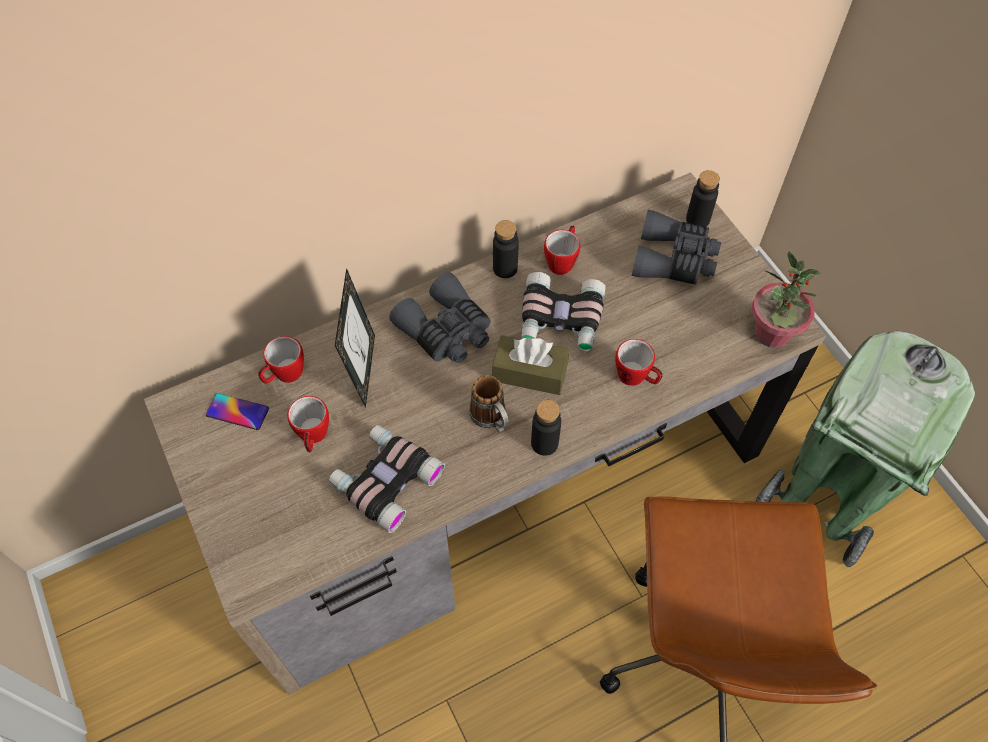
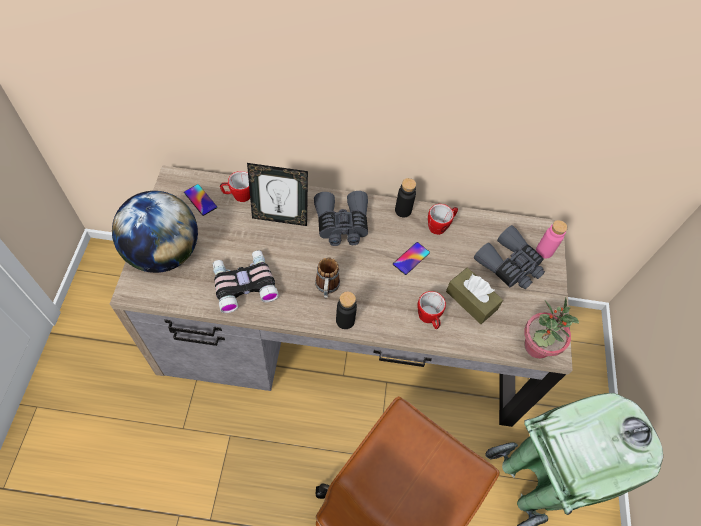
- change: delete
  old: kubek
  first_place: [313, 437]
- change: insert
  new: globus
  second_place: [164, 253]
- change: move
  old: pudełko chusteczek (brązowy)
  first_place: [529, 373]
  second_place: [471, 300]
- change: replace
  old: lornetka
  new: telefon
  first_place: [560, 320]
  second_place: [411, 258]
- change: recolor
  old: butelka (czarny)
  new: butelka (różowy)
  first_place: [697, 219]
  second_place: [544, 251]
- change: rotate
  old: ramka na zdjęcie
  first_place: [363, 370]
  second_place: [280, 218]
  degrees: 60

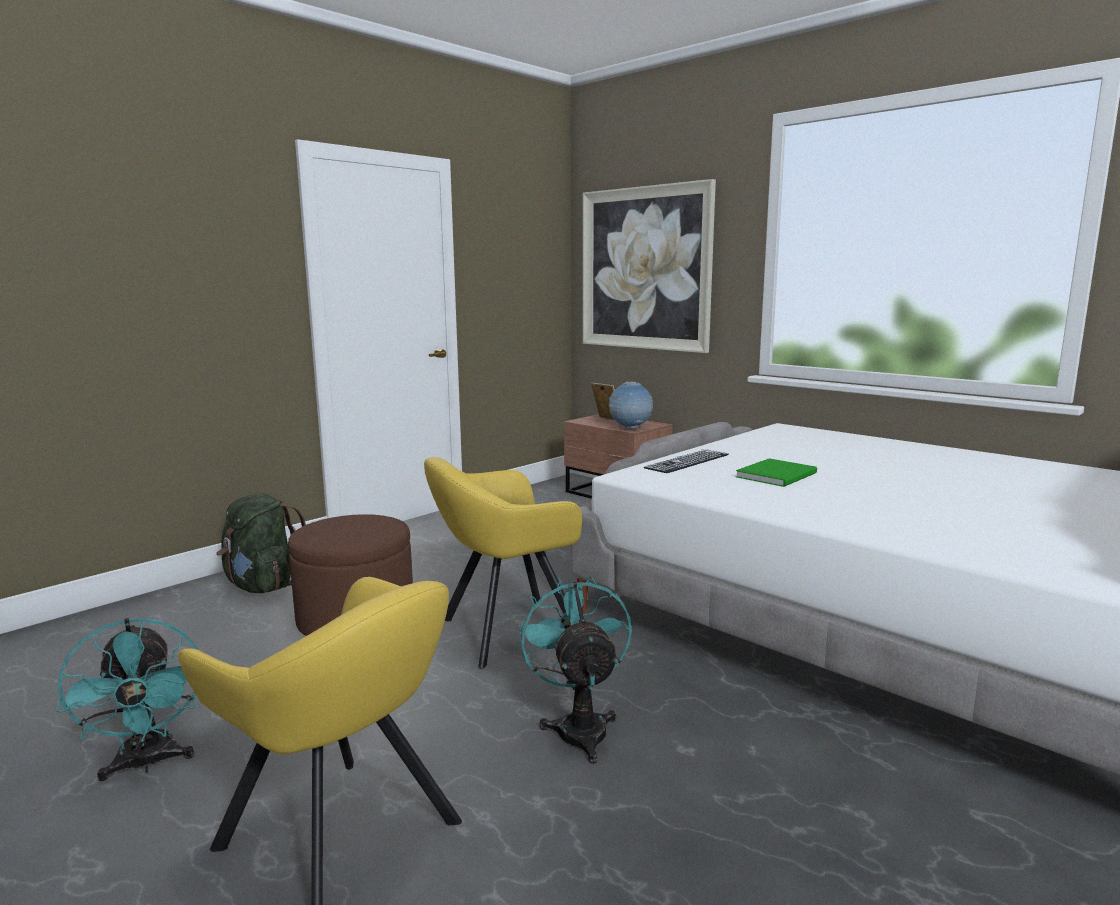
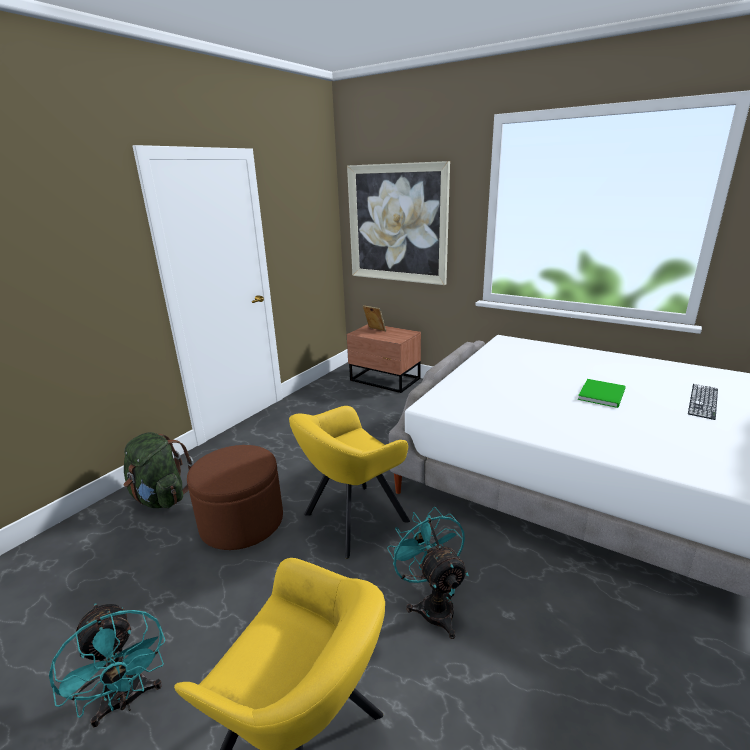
- change: delete
  old: globus
  first_place: [630, 429]
- change: move
  old: klawiatura
  first_place: [687, 461]
  second_place: [703, 401]
- change: move
  old: książka (zielony)
  first_place: [779, 475]
  second_place: [603, 394]

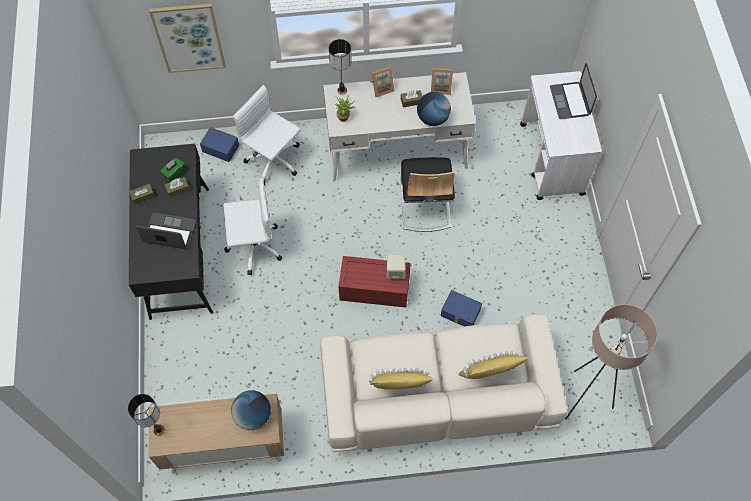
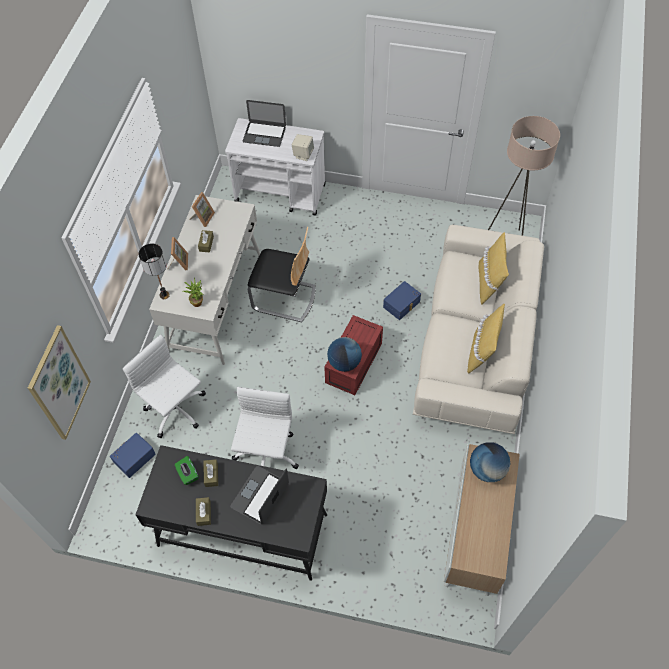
- change: delete
  old: lampa stołowa
  first_place: [158, 430]
- change: move
  old: głośnik (beżowy)
  first_place: [395, 272]
  second_place: [303, 154]
- change: move
  old: globus
  first_place: [433, 118]
  second_place: [344, 362]
- change: rotate
  old: krzesło biurowe (biały)
  first_place: [274, 161]
  second_place: [176, 411]
  degrees: 75

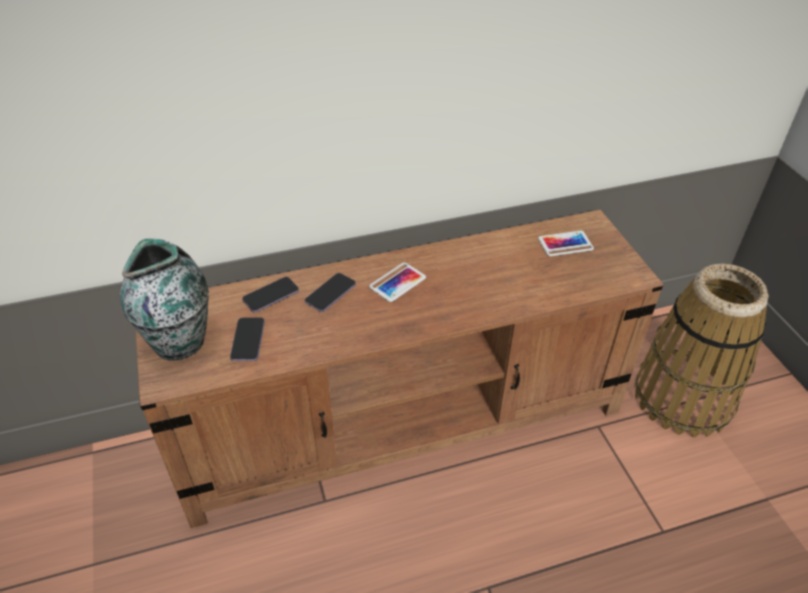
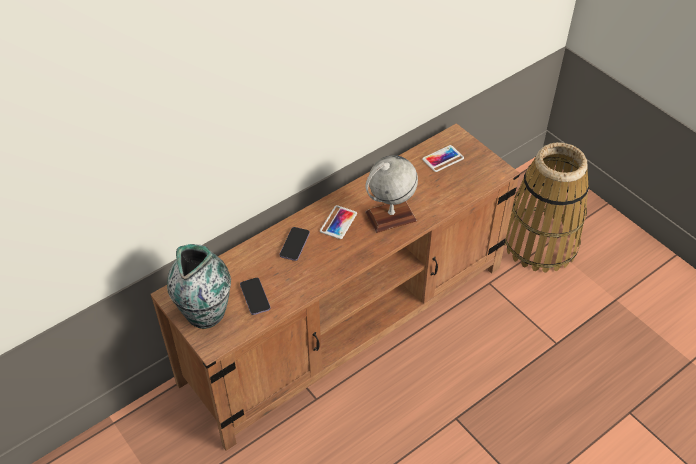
- change: delete
  old: telefon
  first_place: [271, 296]
- change: insert
  new: globus
  second_place: [390, 216]

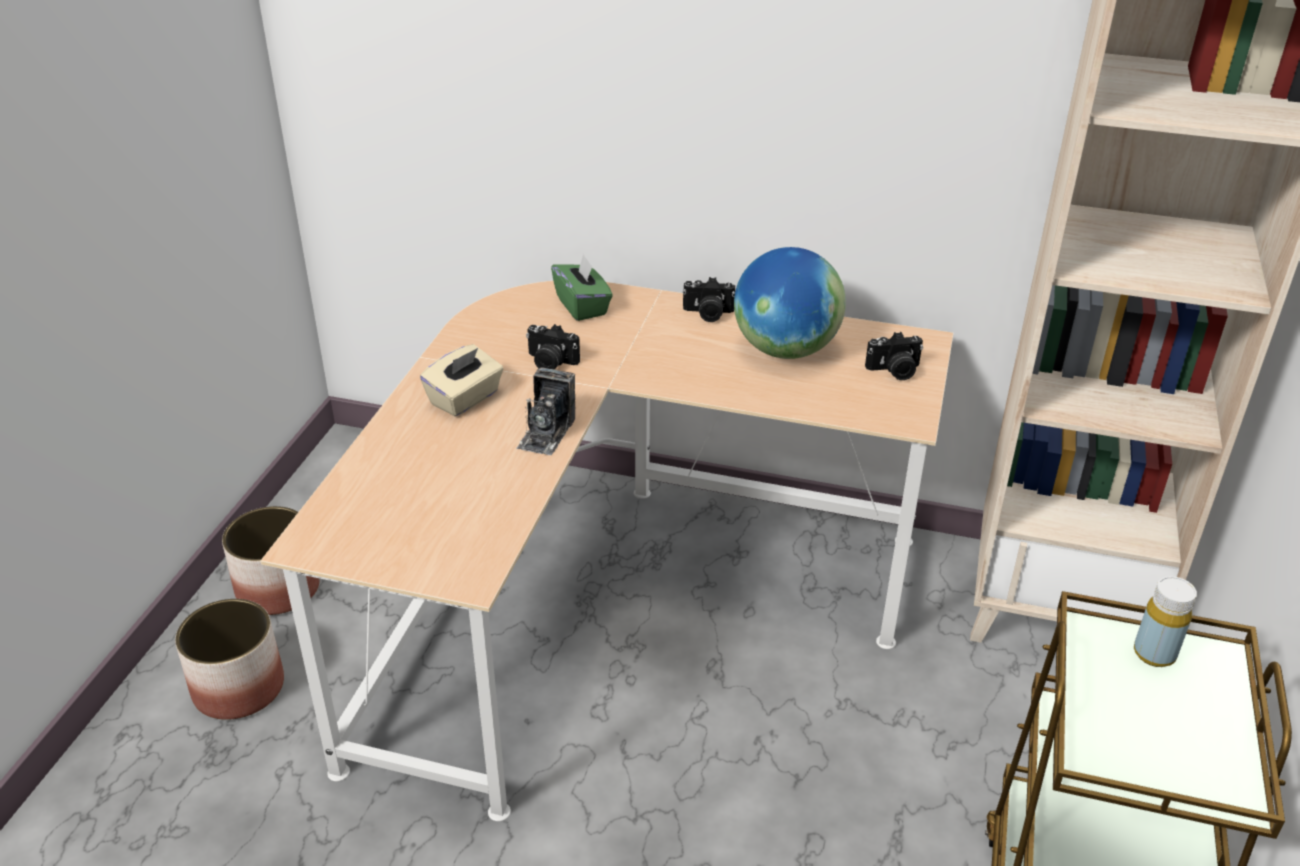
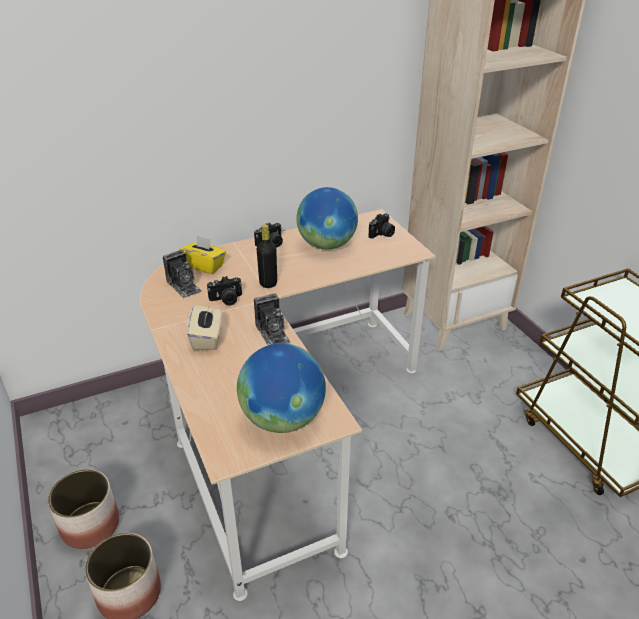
- change: delete
  old: butelka (żółty)
  first_place: [1154, 653]
- change: insert
  new: aparat fotograficzny
  second_place: [184, 286]
- change: insert
  new: globus
  second_place: [282, 419]
- change: insert
  new: butelka (czarny)
  second_place: [268, 283]
- change: recolor
  old: pudełko chusteczek (zielony)
  new: pudełko chusteczek (żółty)
  first_place: [582, 306]
  second_place: [204, 266]

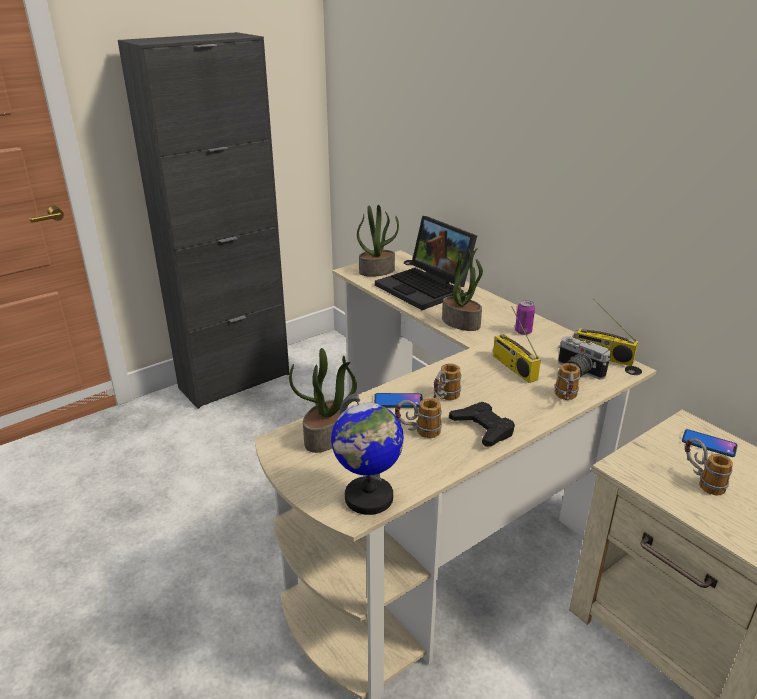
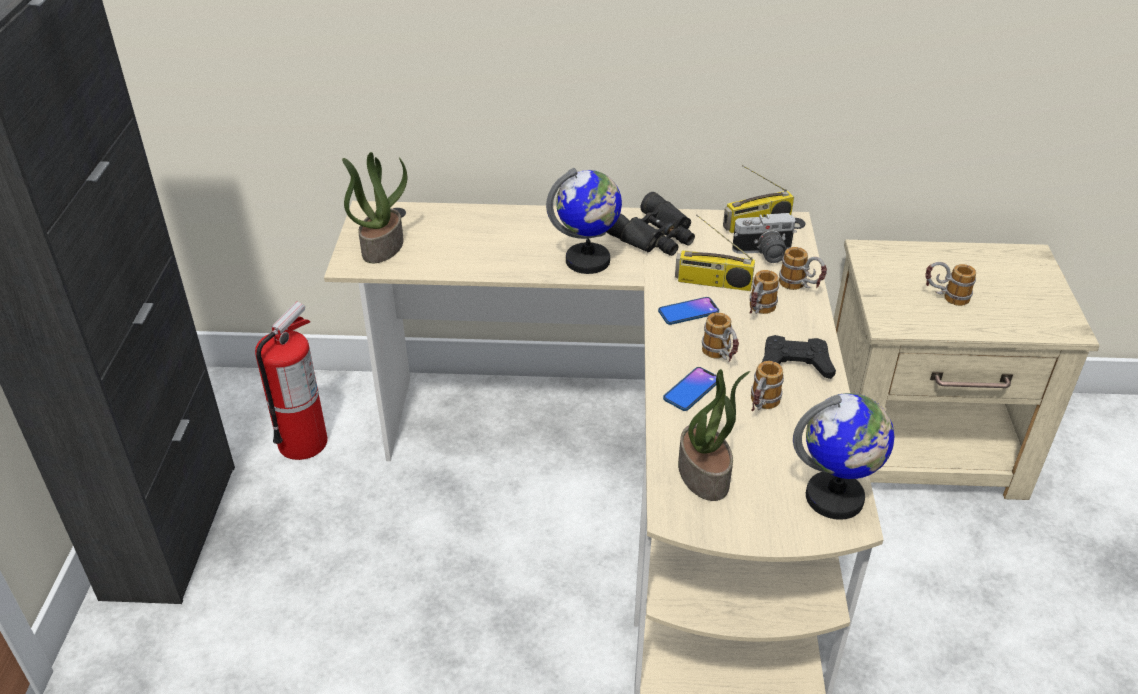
- change: delete
  old: laptop
  first_place: [426, 288]
- change: insert
  new: gaśnica
  second_place: [303, 442]
- change: insert
  new: kubek
  second_place: [758, 313]
- change: move
  old: telefon
  first_place: [708, 444]
  second_place: [688, 312]
- change: replace
  old: roślina doniczkowa
  new: globus
  first_place: [462, 322]
  second_place: [588, 261]
- change: replace
  old: puszka
  new: lornetka (czarny)
  first_place: [523, 331]
  second_place: [655, 236]

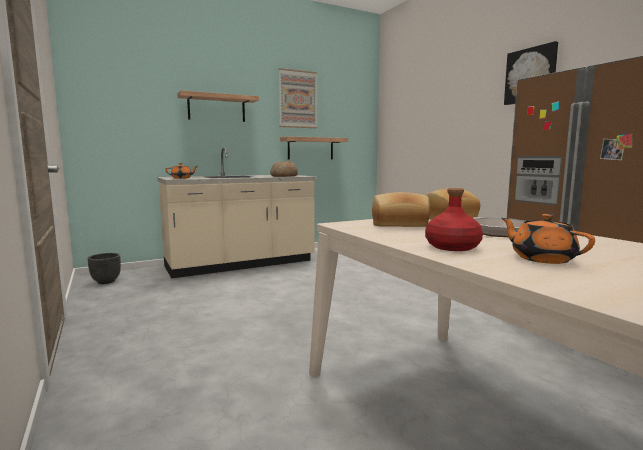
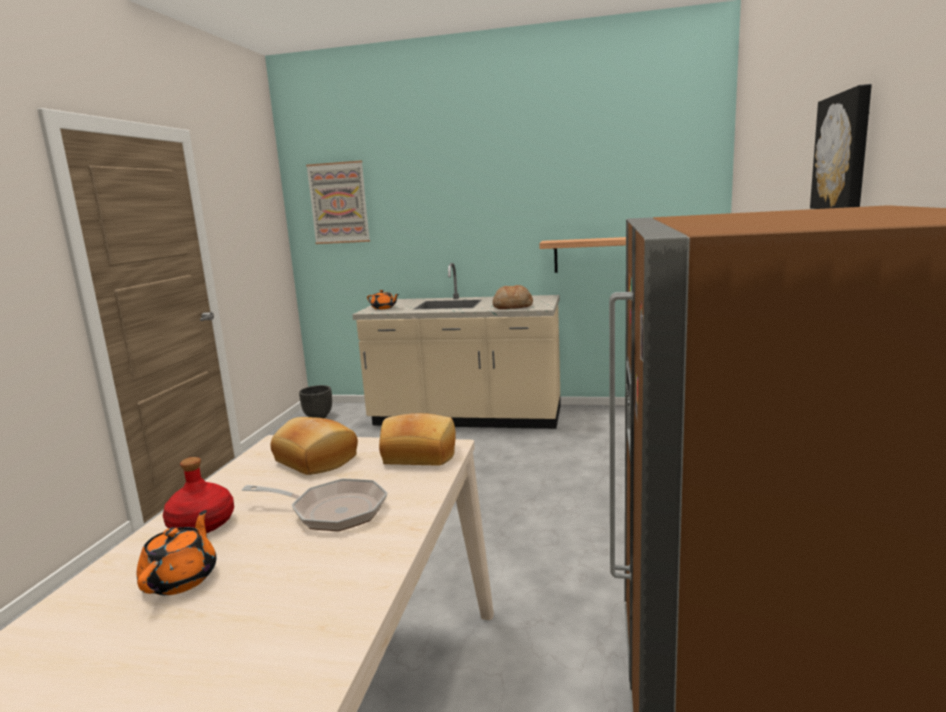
- change: delete
  old: półka
  first_place: [216, 108]
- change: move
  old: obraz
  first_place: [298, 99]
  second_place: [339, 203]

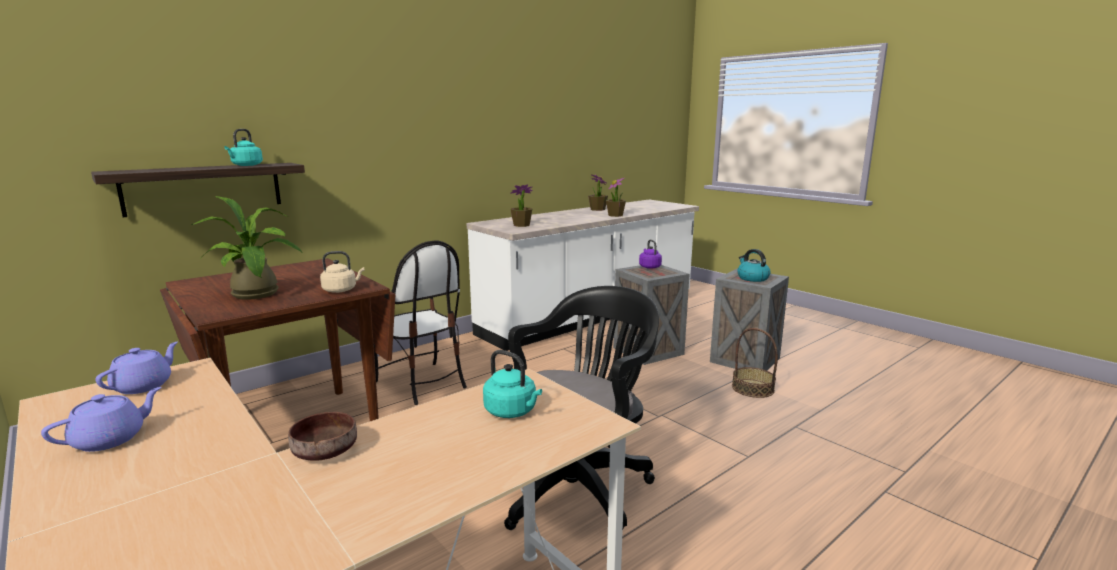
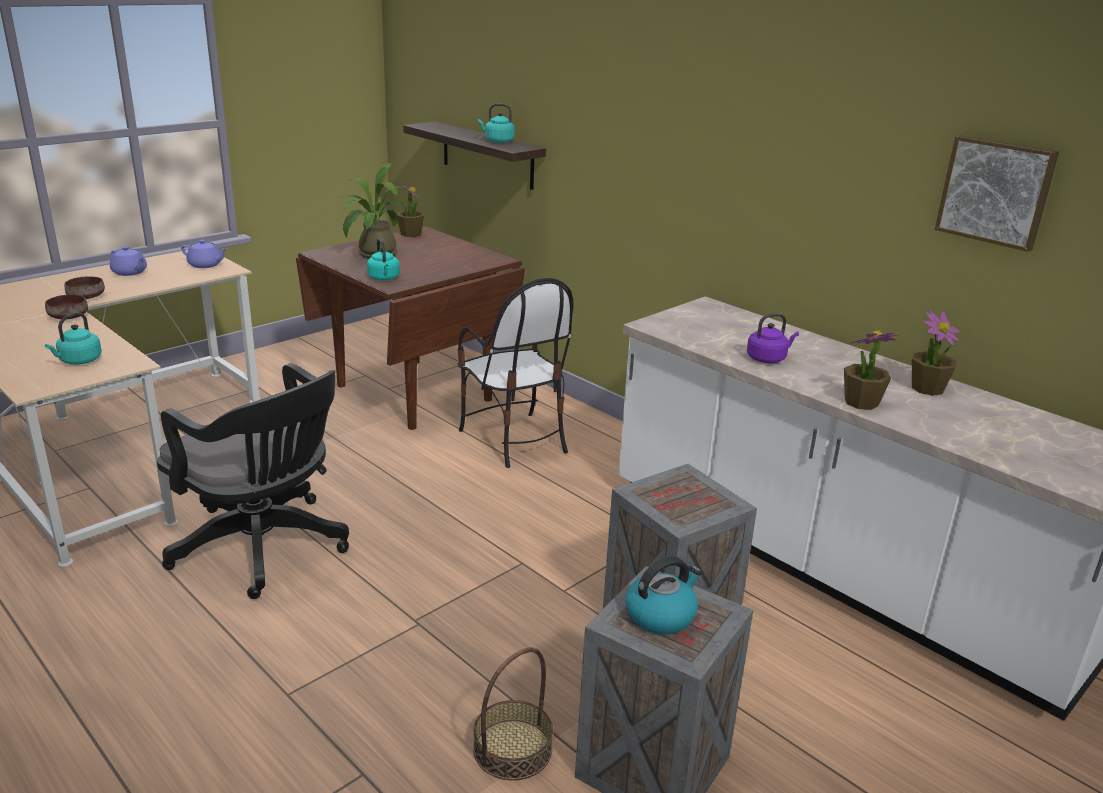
- change: insert
  new: miska (brązowy)
  second_place: [86, 297]
- change: insert
  new: obraz
  second_place: [996, 191]
- change: move
  old: roślina doniczkowa
  first_place: [521, 225]
  second_place: [411, 234]
- change: move
  old: czajnik (fioletowy)
  first_place: [649, 266]
  second_place: [768, 358]
- change: recolor
  old: czajnik (beżowy)
  new: czajnik (turkusowy)
  first_place: [341, 290]
  second_place: [384, 278]
- change: rotate
  old: krzesło
  first_place: [421, 383]
  second_place: [514, 440]
  degrees: -75

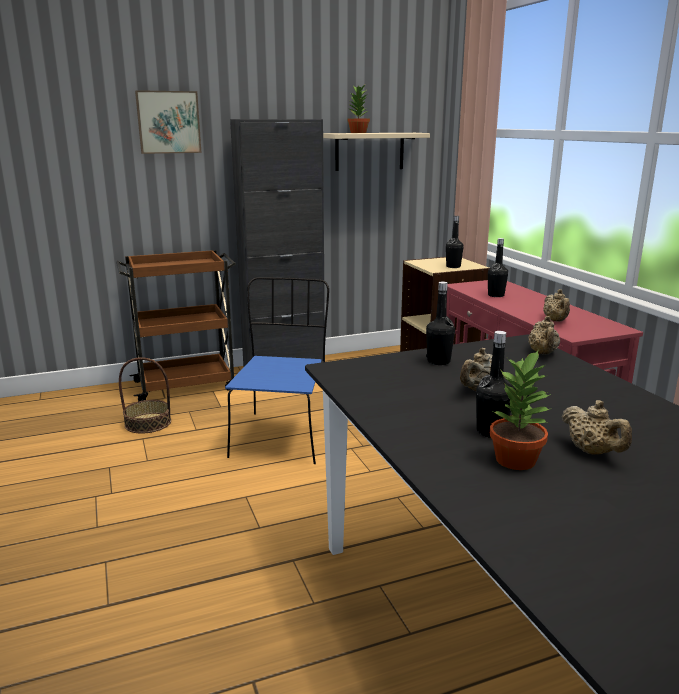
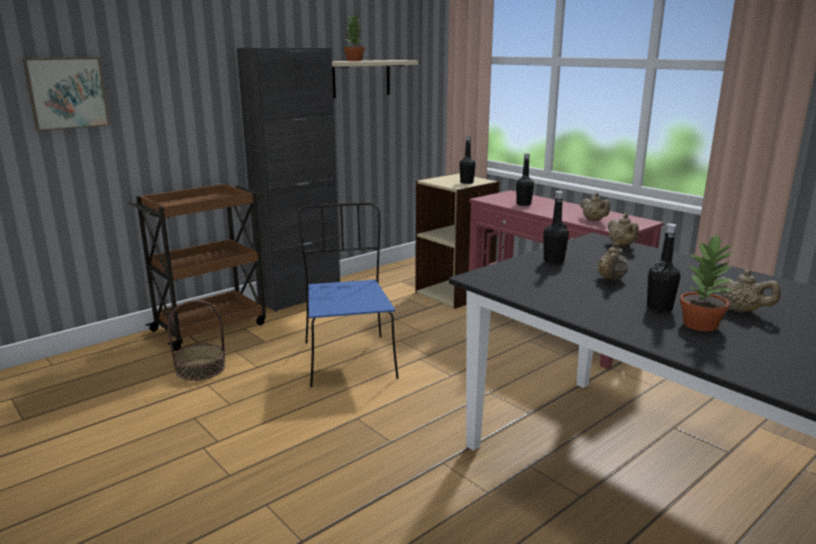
- change: move
  old: obraz
  first_place: [168, 122]
  second_place: [67, 93]

